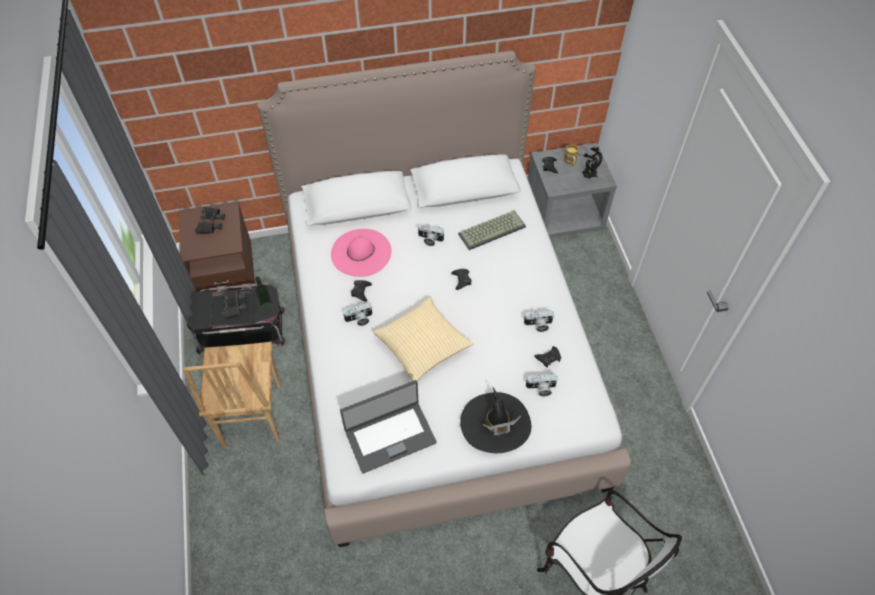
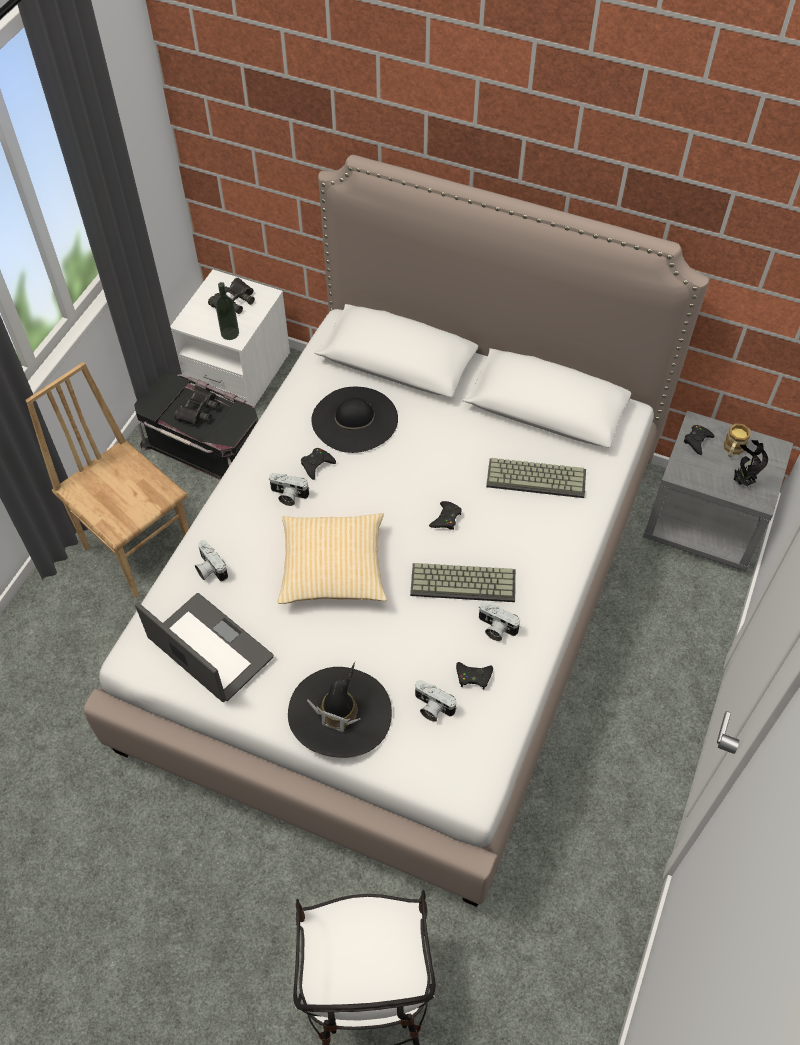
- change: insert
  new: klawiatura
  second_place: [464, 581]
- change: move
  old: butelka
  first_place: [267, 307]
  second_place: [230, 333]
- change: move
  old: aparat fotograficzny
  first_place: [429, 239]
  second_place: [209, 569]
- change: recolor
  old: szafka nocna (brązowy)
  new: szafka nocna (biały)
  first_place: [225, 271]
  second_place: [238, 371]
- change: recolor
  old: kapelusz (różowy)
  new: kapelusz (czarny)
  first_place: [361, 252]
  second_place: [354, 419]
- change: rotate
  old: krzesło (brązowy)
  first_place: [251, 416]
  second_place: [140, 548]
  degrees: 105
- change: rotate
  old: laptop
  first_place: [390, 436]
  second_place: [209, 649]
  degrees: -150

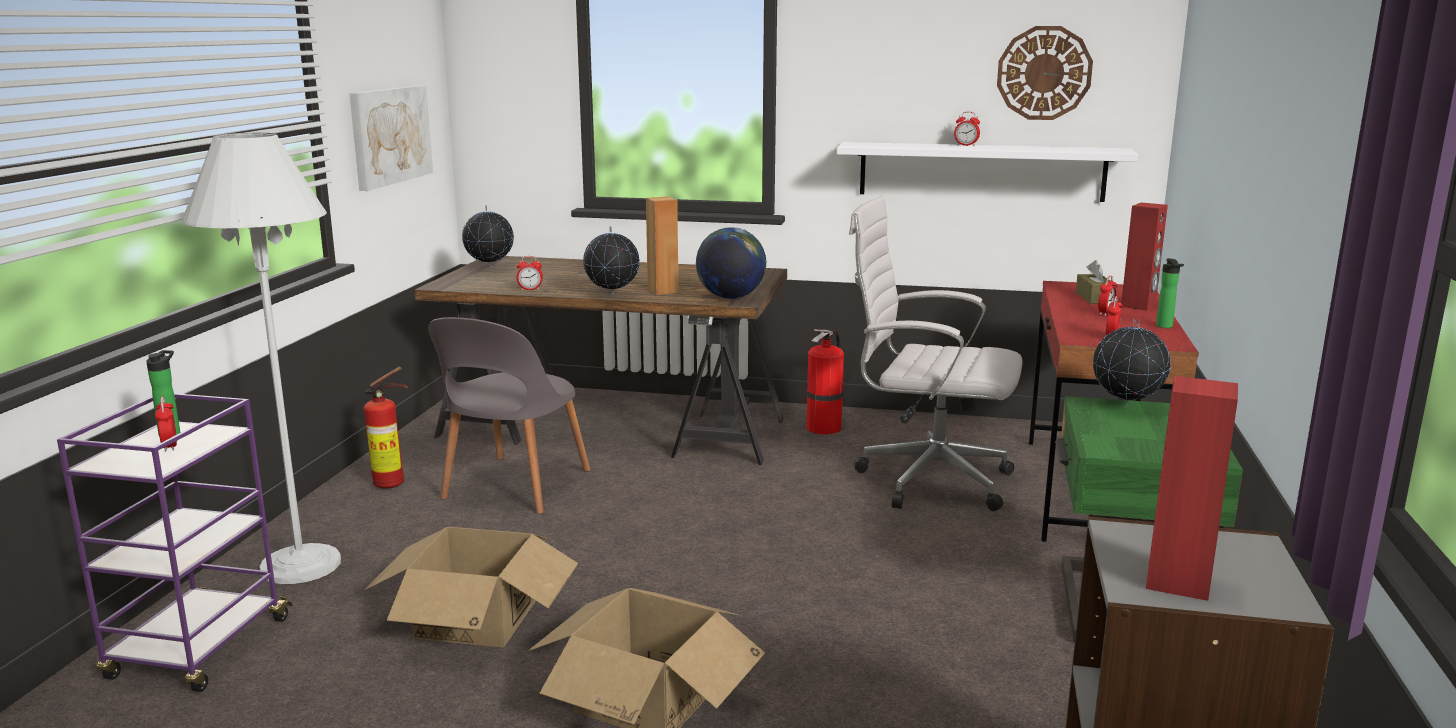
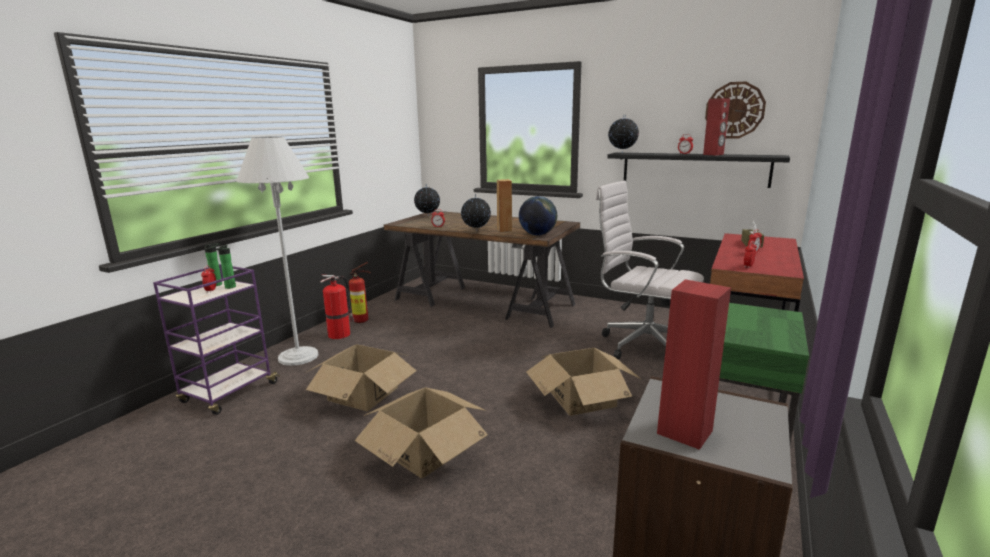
- change: delete
  old: obraz
  first_place: [390, 135]
- change: delete
  old: krzesło (szary)
  first_place: [514, 487]
- change: insert
  new: karton
  second_place: [582, 398]
- change: move
  old: gaśnica
  first_place: [824, 427]
  second_place: [340, 334]
- change: move
  old: globus
  first_place: [1126, 407]
  second_place: [622, 153]
- change: move
  old: głośnik (czerwony)
  first_place: [1138, 305]
  second_place: [713, 154]
- change: move
  old: butelka
  first_place: [1165, 327]
  second_place: [229, 287]
- change: recolor
  old: półka (biały)
  new: półka (czarny)
  first_place: [981, 171]
  second_place: [694, 169]

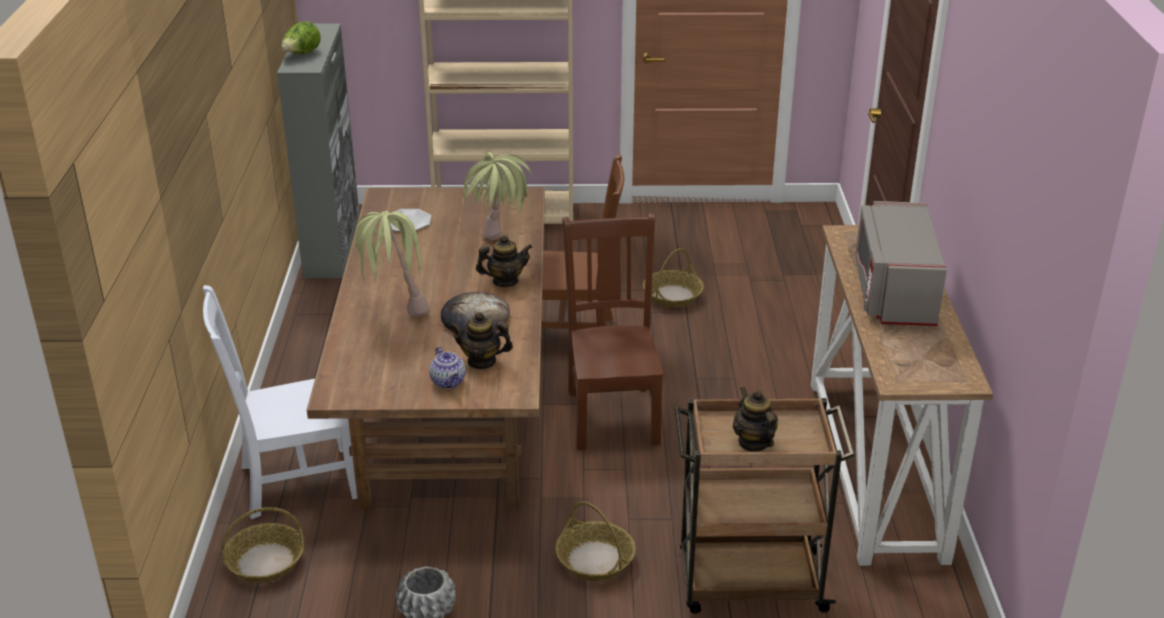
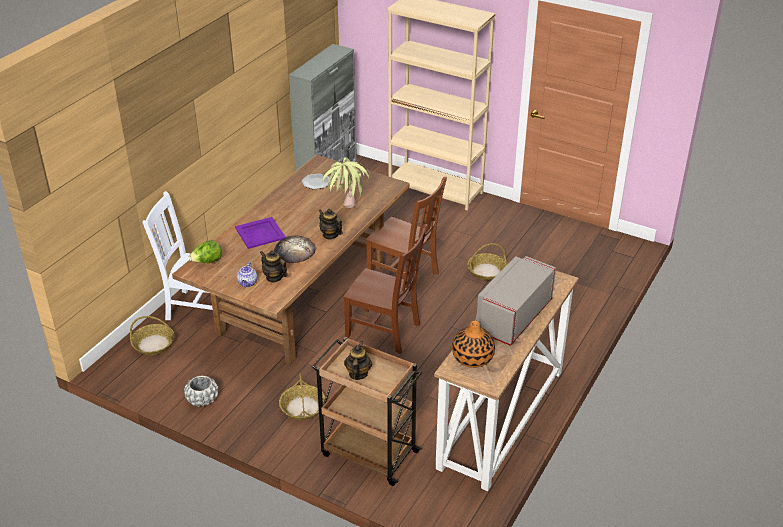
- change: insert
  new: wazon
  second_place: [472, 358]
- change: move
  old: sałata
  first_place: [302, 54]
  second_place: [207, 262]
- change: replace
  old: roślina doniczkowa
  new: taca (fioletowy)
  first_place: [394, 310]
  second_place: [260, 233]
- change: rotate
  old: imbryk
  first_place: [505, 281]
  second_place: [330, 235]
  degrees: -150
- change: rotate
  old: krzesło (brązowy)
  first_place: [613, 415]
  second_place: [385, 331]
  degrees: 90

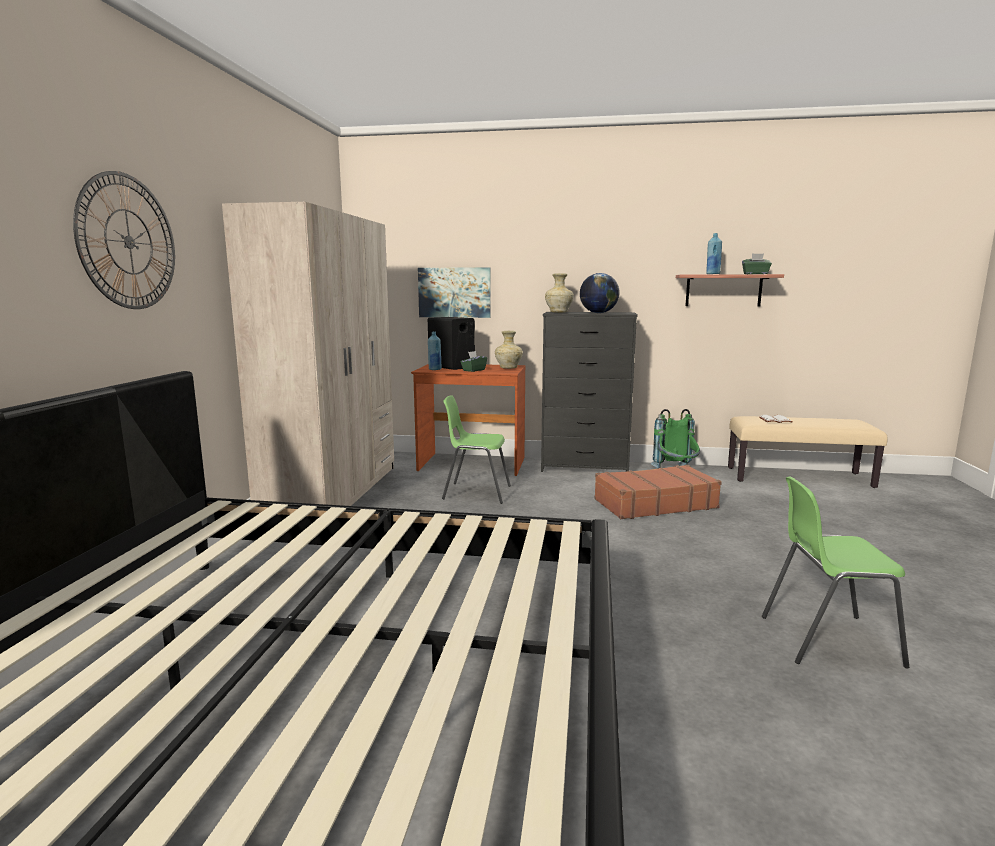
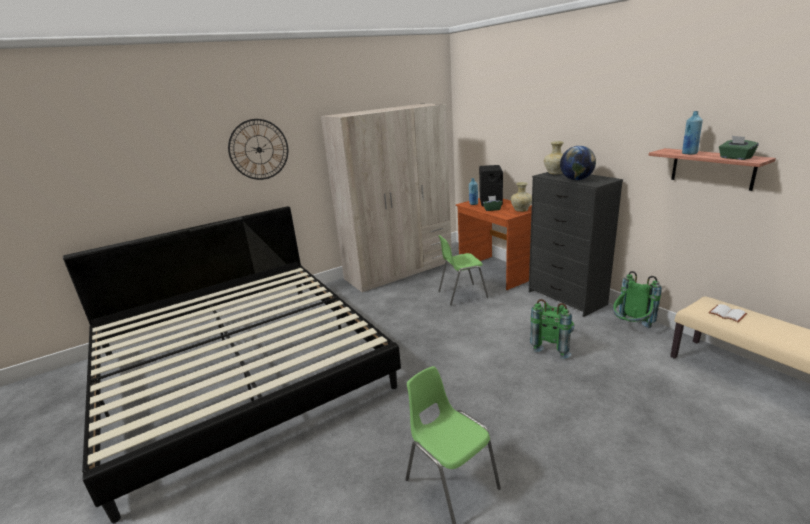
- change: delete
  old: obraz
  first_place: [454, 292]
- change: replace
  old: walizka (brązowy)
  new: plecak (zielony)
  first_place: [654, 504]
  second_place: [552, 346]
- change: rotate
  old: krzesło (zielony)
  first_place: [476, 492]
  second_place: [462, 294]
  degrees: -75

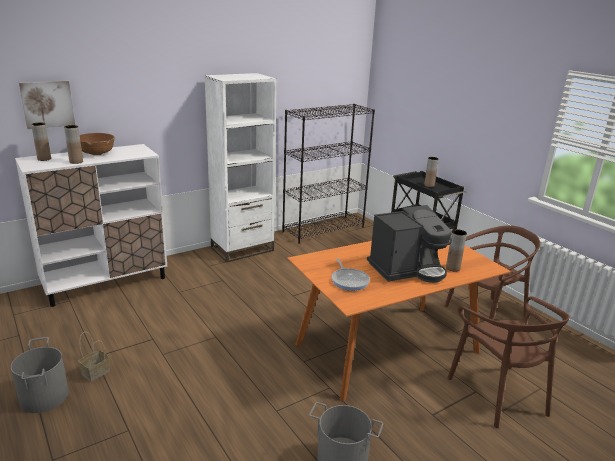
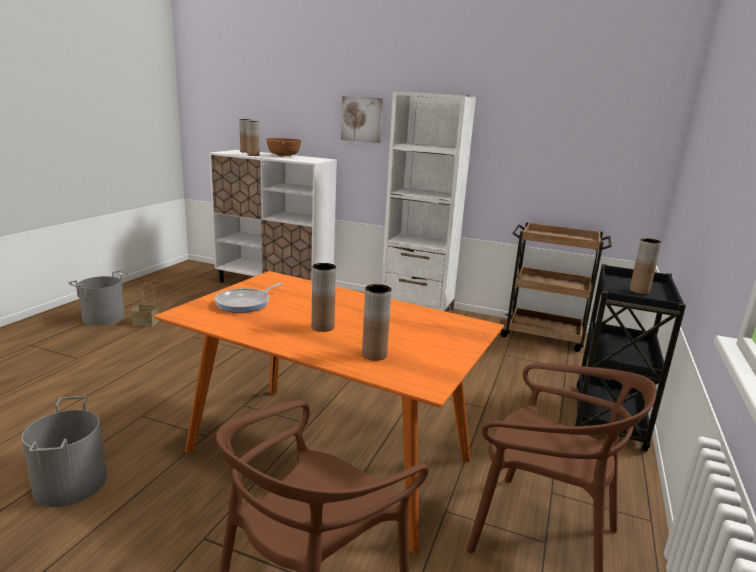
- change: move
  old: obraz
  first_place: [47, 104]
  second_place: [362, 119]
- change: replace
  old: regał (czarny)
  new: wózek (brązowy)
  first_place: [323, 229]
  second_place: [544, 335]
- change: replace
  old: ekspres do kawy
  new: wazon (brązowy)
  first_place: [407, 269]
  second_place: [322, 327]

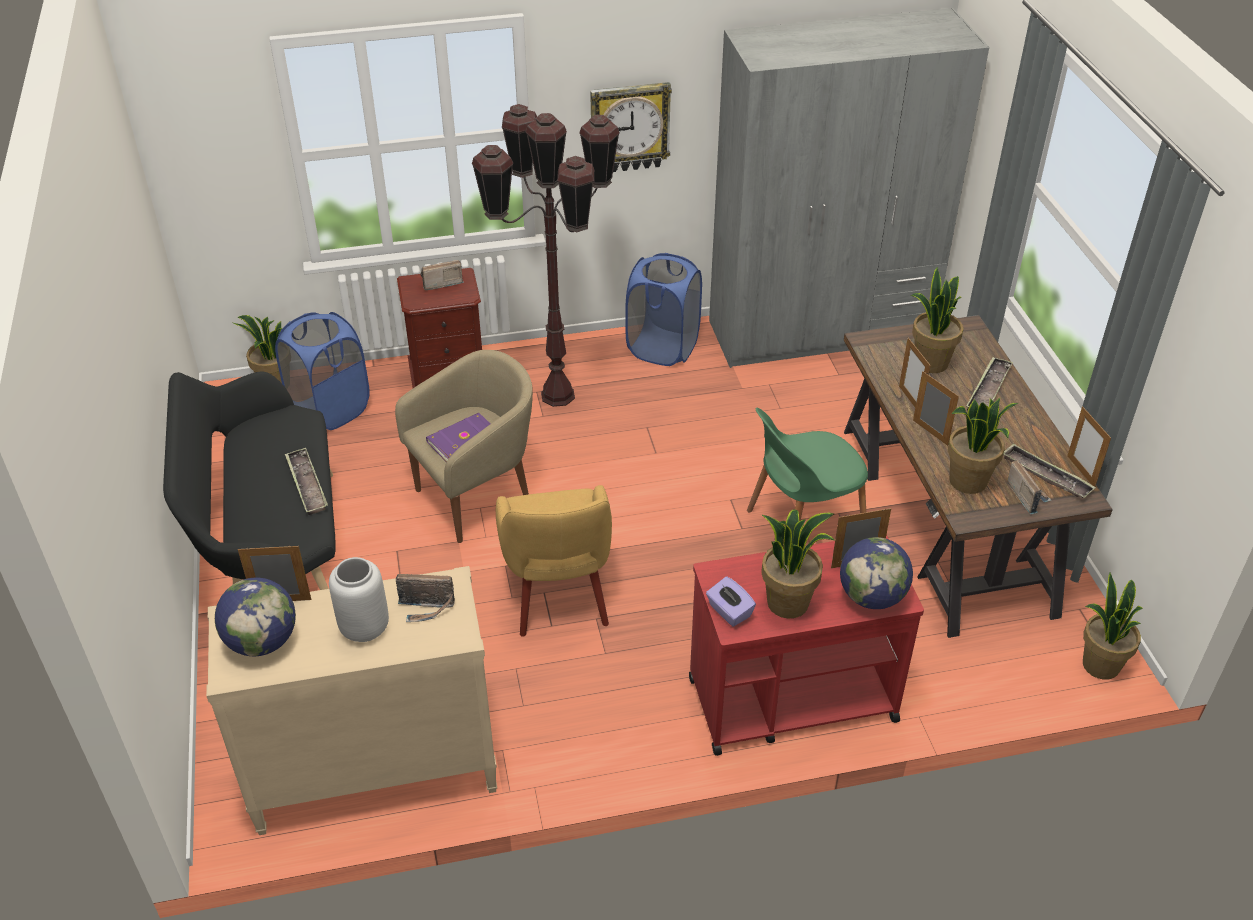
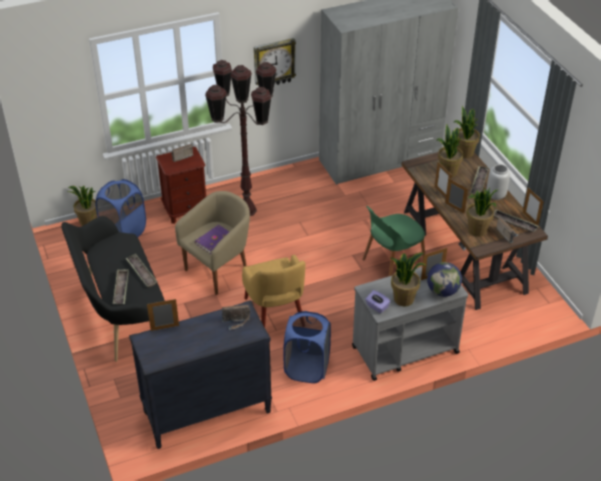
- change: delete
  old: globus
  first_place: [262, 642]
- change: insert
  new: taca
  second_place: [121, 289]
- change: move
  old: wazon (szary)
  first_place: [363, 628]
  second_place: [495, 195]
- change: move
  old: kosz na pranie (niebieski)
  first_place: [662, 348]
  second_place: [307, 368]
- change: move
  old: roślina doniczkowa
  first_place: [1100, 665]
  second_place: [464, 153]
- change: recolor
  old: komoda (beżowy)
  new: komoda (czarny)
  first_place: [374, 774]
  second_place: [206, 413]
- change: recolor
  old: wózek (czerwony)
  new: wózek (szary)
  first_place: [790, 699]
  second_place: [404, 349]

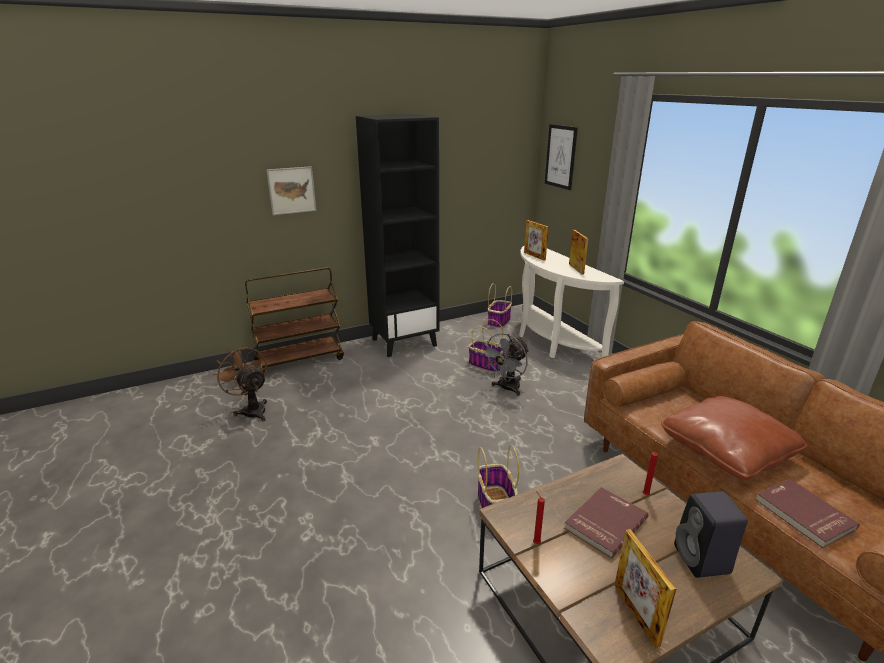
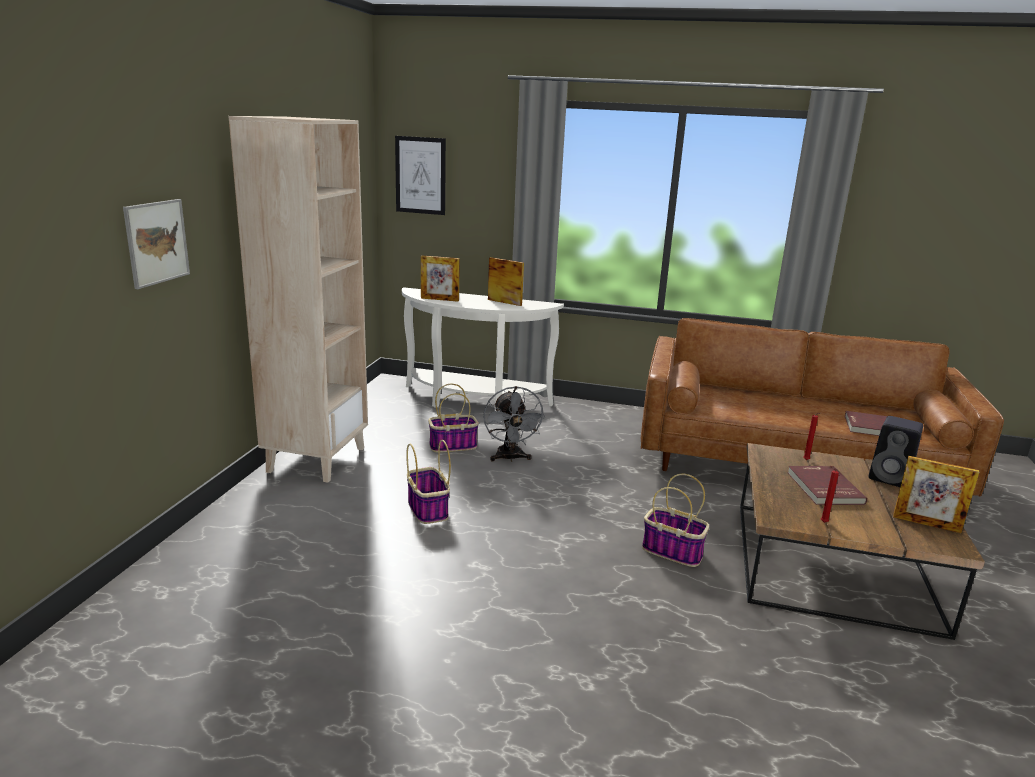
- change: delete
  old: wentylator (brązowy)
  first_place: [251, 409]
- change: delete
  old: wózek (brązowy)
  first_place: [300, 360]
- change: delete
  old: poduszka (brązowy)
  first_place: [726, 450]
- change: move
  old: koszyk
  first_place: [499, 321]
  second_place: [427, 509]
- change: recolor
  old: regał (czarny)
  new: regał (beżowy)
  first_place: [404, 342]
  second_place: [316, 459]

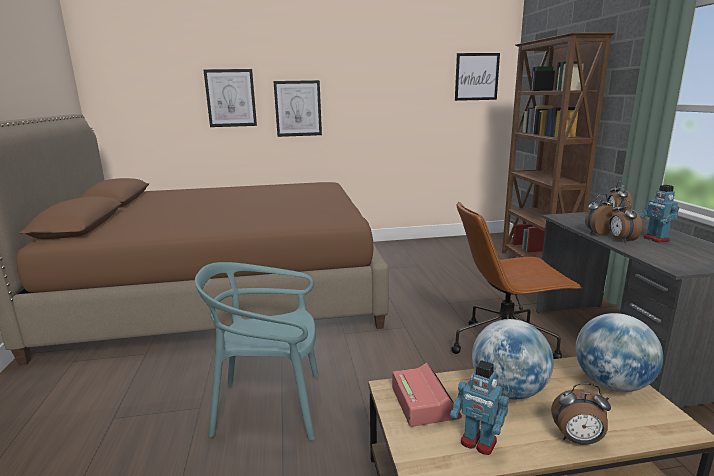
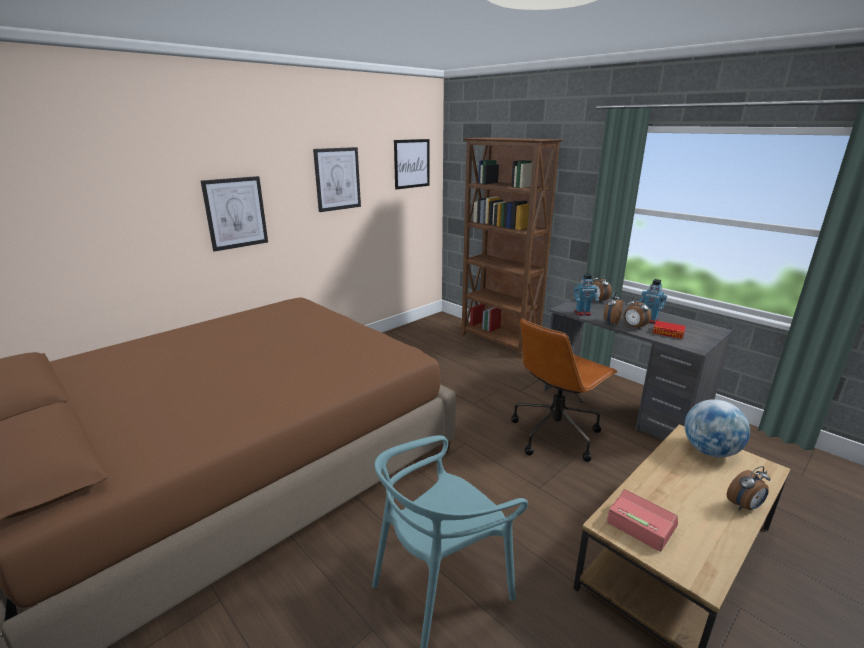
- change: delete
  old: globus
  first_place: [508, 391]
- change: insert
  new: książka
  second_place: [668, 333]
- change: move
  old: obraz
  first_place: [231, 98]
  second_place: [337, 179]
- change: move
  old: robot zabawkowy
  first_place: [478, 442]
  second_place: [583, 313]

